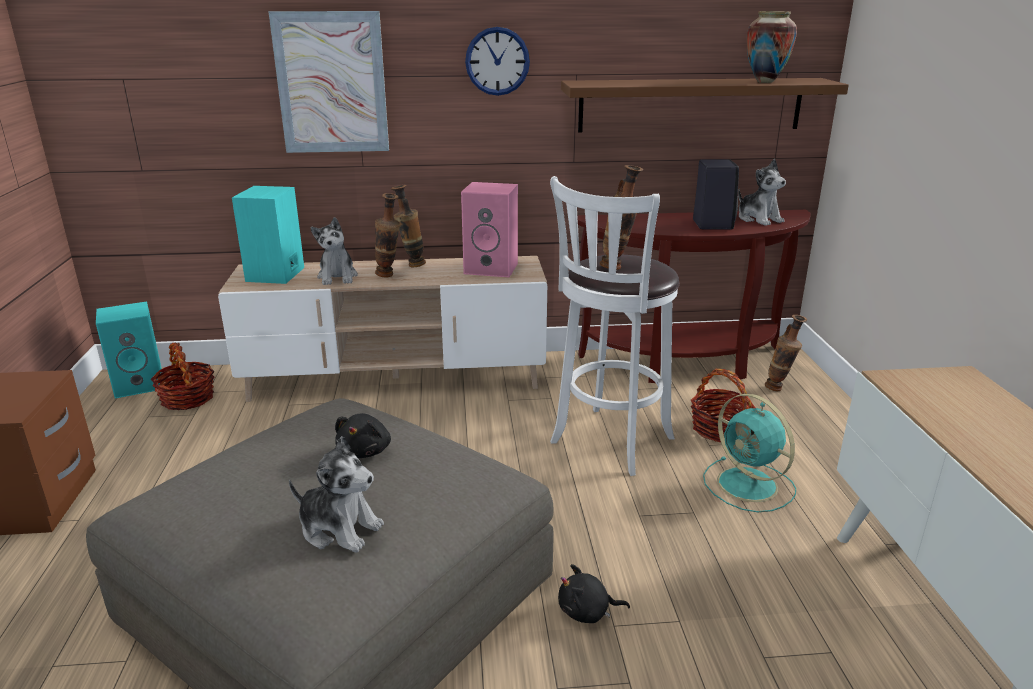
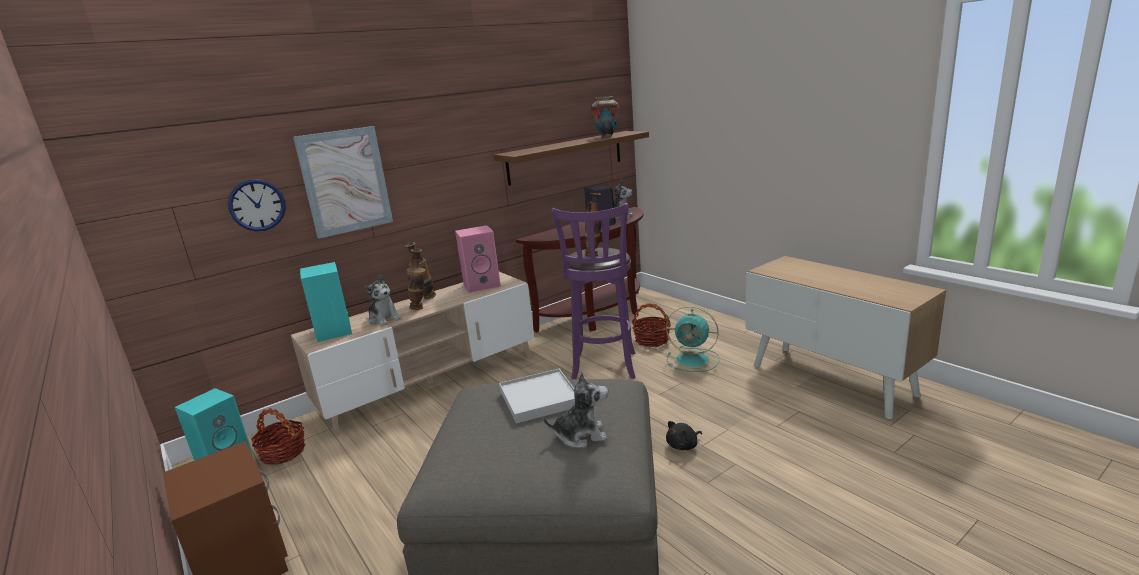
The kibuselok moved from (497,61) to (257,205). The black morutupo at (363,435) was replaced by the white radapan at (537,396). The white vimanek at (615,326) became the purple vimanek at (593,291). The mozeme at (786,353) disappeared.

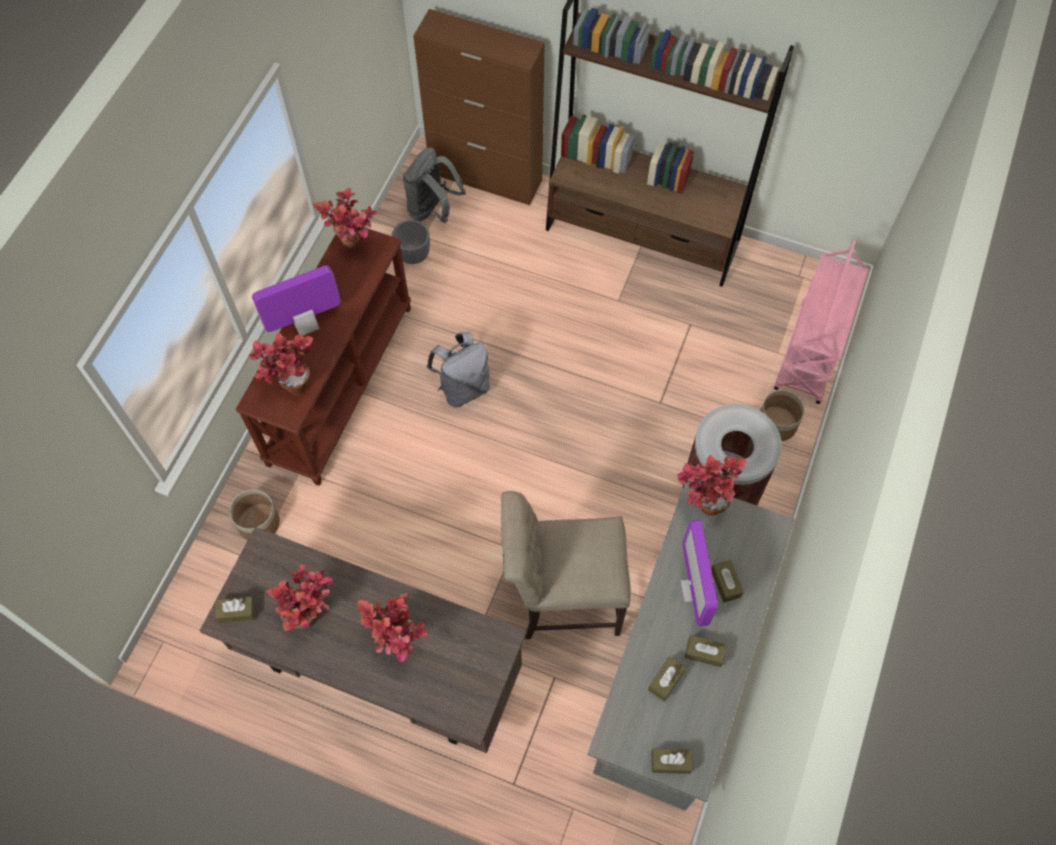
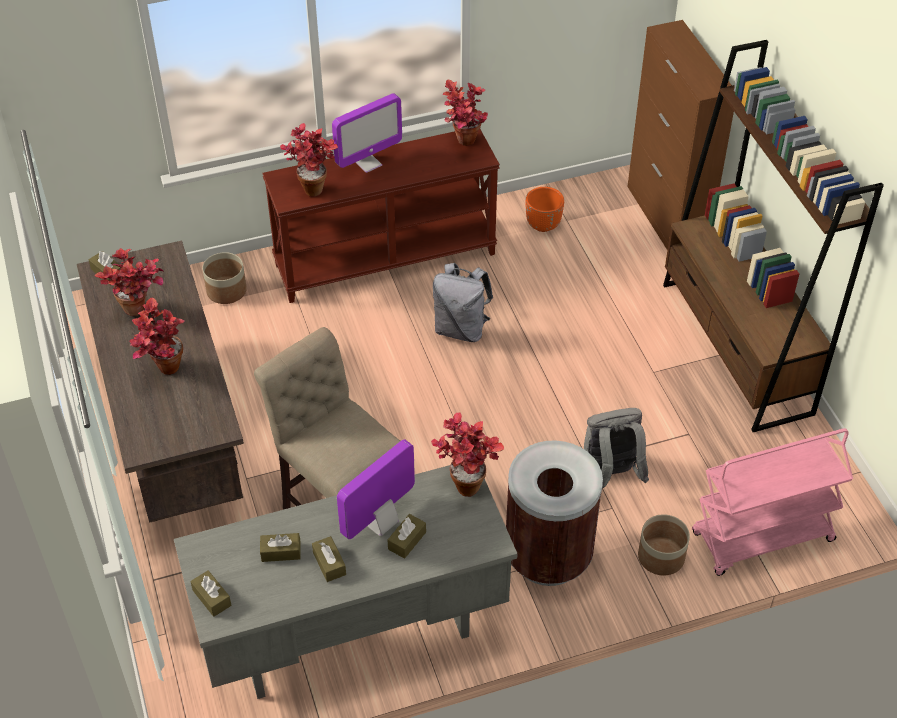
The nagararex at (296,300) turned 120 degrees clockwise. The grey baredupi at (411,242) became the orange baredupi at (544,209). The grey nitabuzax moved from (434,185) to (616,448).

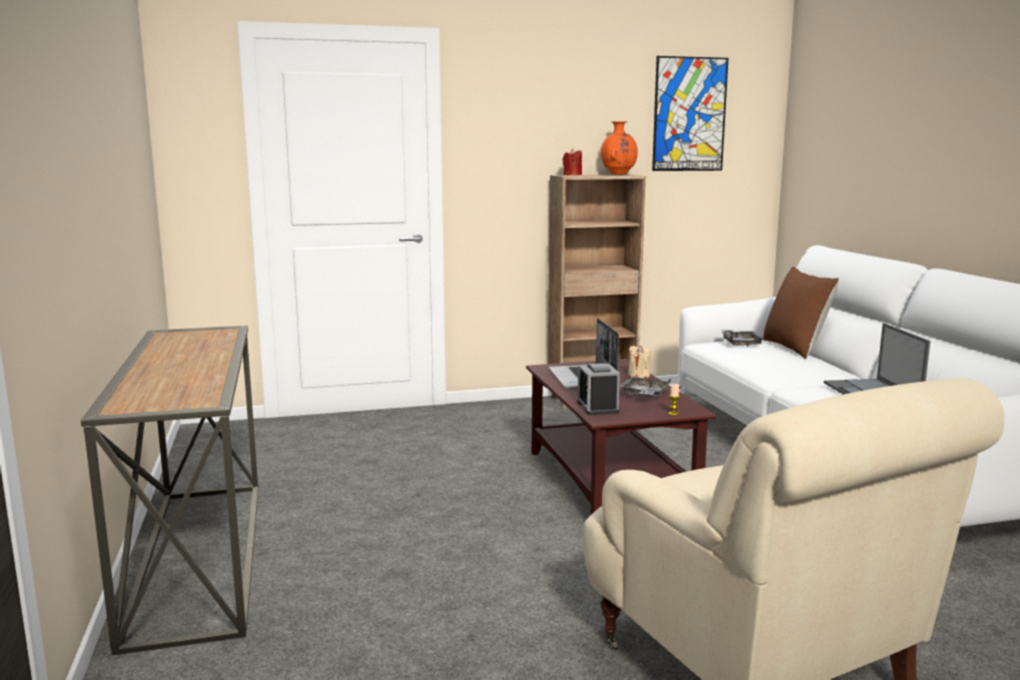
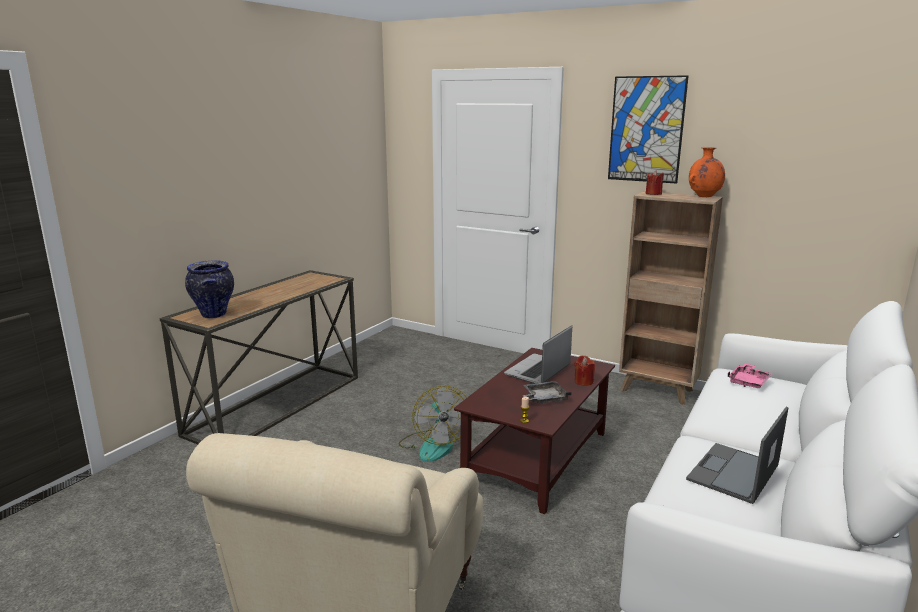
The mozeme at (209,289) appeared. The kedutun at (433,424) appeared. The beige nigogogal at (639,362) became the red nigogogal at (584,371). The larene moved from (690,113) to (648,129). The grey radapan at (743,338) became the pink radapan at (750,375). The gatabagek at (598,389) disappeared. The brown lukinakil at (801,312) disappeared.

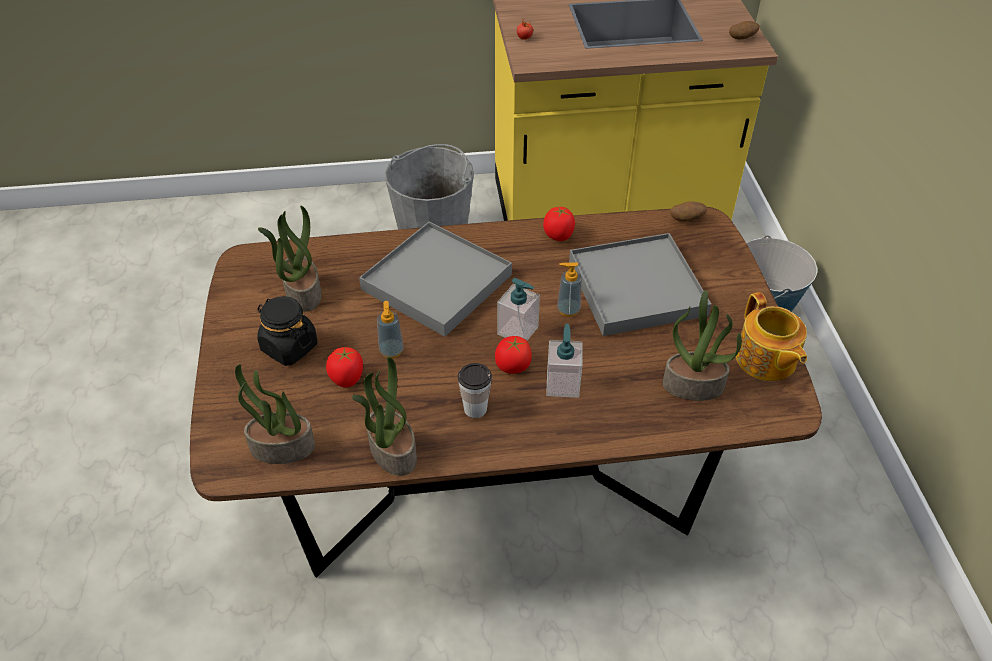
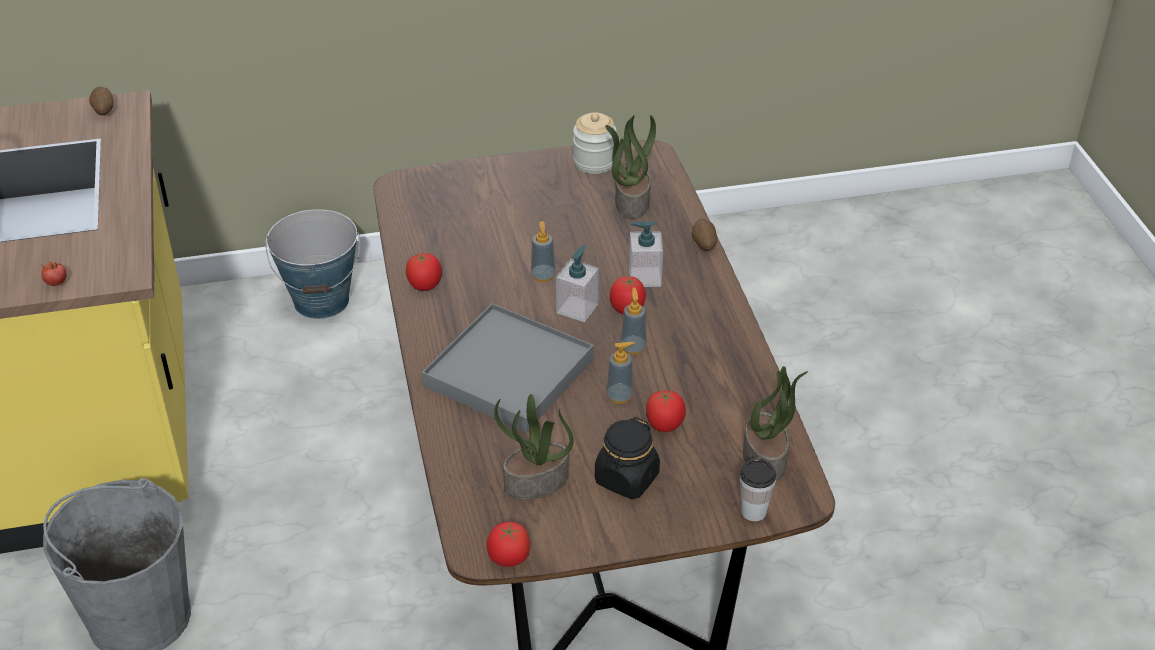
The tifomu at (508,544) appeared. The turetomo at (771,336) was replaced by the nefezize at (595,143). The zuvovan at (634,321) appeared. The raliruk moved from (688,211) to (704,235). The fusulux moved from (475,390) to (758,490). The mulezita at (384,416) disappeared. The grey radapan at (640,284) disappeared.

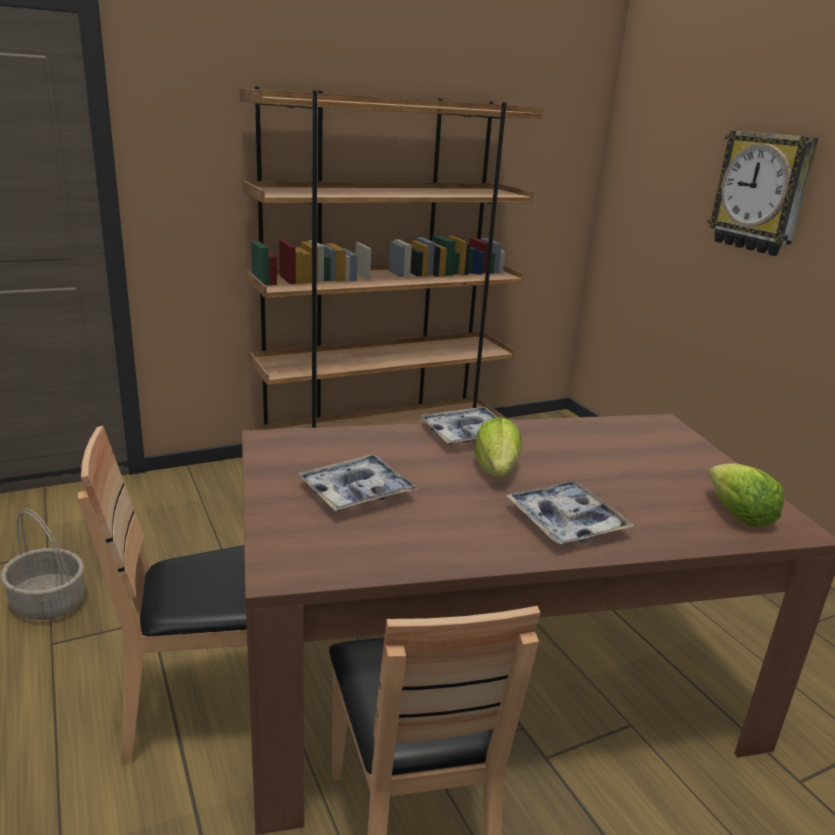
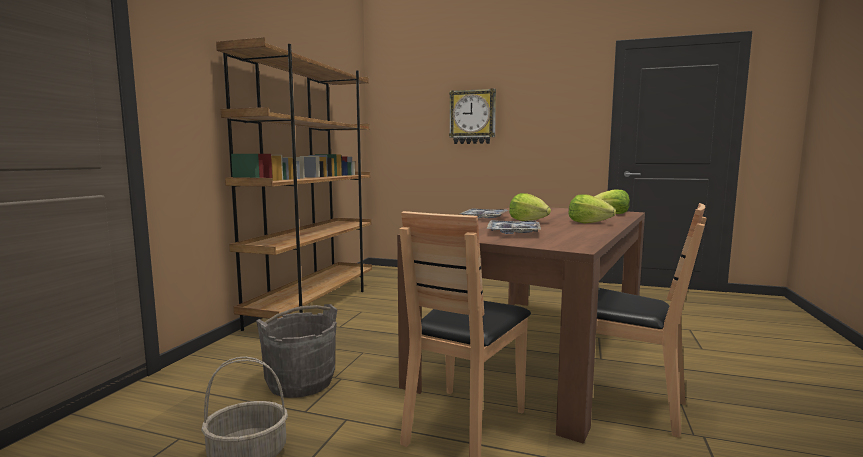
The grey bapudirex at (296,351) appeared. The radapan at (569,512) was replaced by the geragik at (592,208).

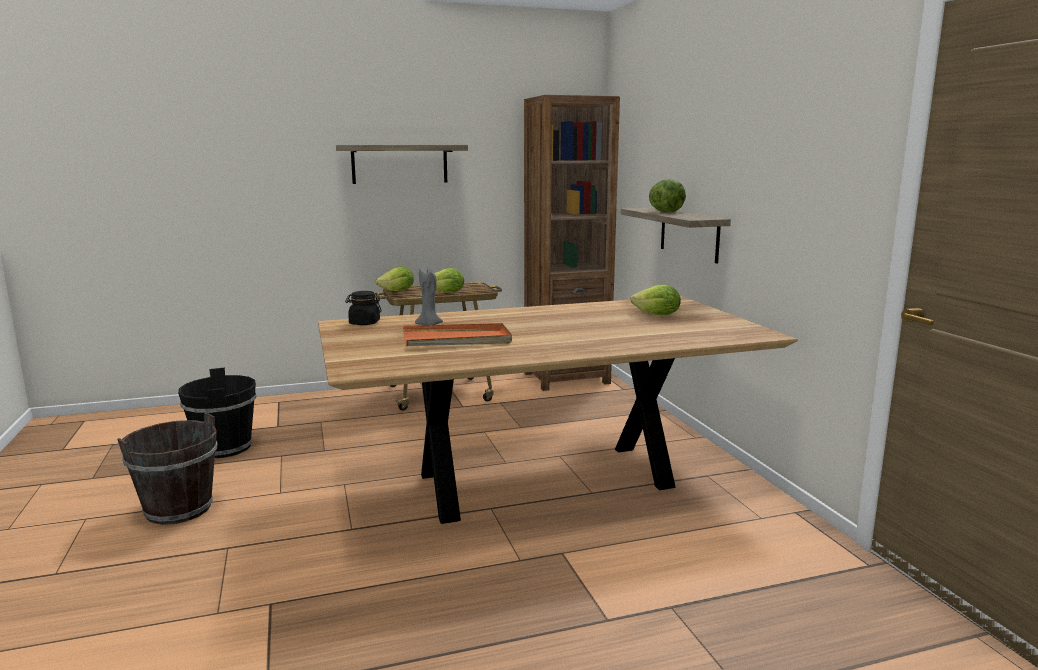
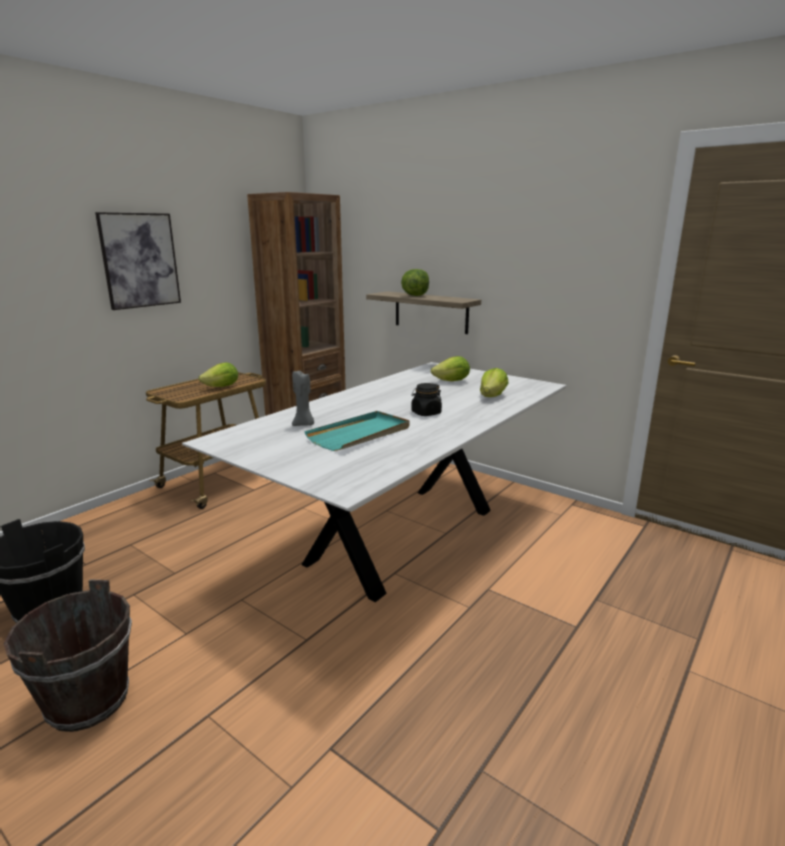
The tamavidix at (402,164) was replaced by the larene at (138,261). The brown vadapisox at (558,410) became the white vadapisox at (374,482). The orange radapan at (457,334) became the turquoise radapan at (356,431). The black nefezize moved from (363,308) to (426,399). The geragik moved from (395,278) to (494,382).

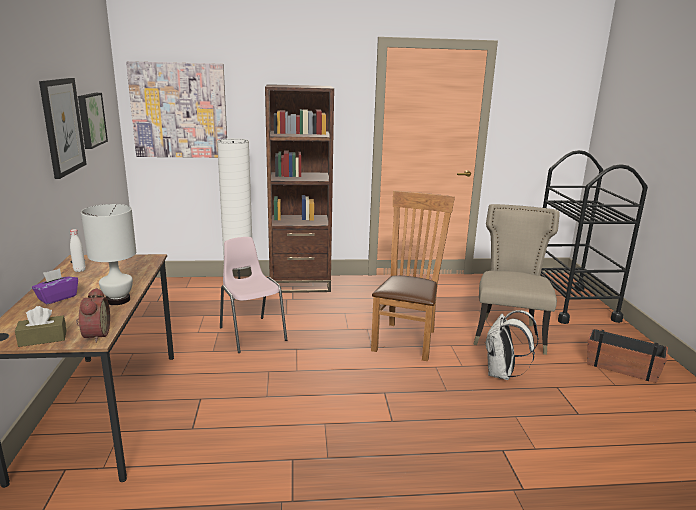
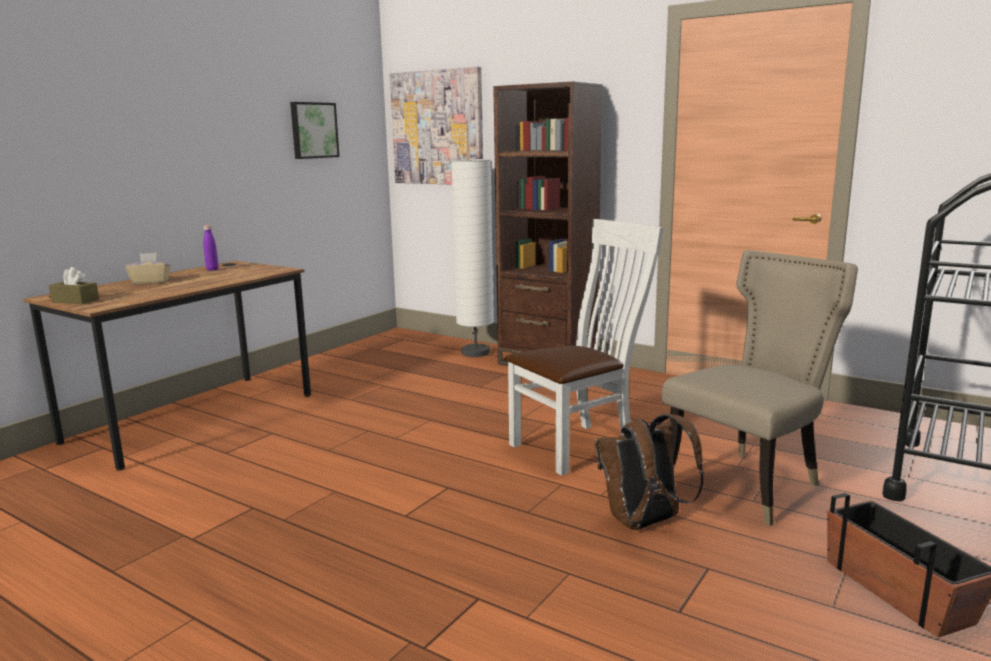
The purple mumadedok at (55,286) became the beige mumadedok at (148,268). The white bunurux at (78,250) became the purple bunurux at (211,248). The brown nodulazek at (413,276) became the white nodulazek at (584,347). The white nitabuzax at (512,345) became the brown nitabuzax at (649,472). The larene at (63,128) disappeared. The gatabagek at (93,315) disappeared. The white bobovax at (108,254) disappeared. The pink nodulazek at (253,295) disappeared.

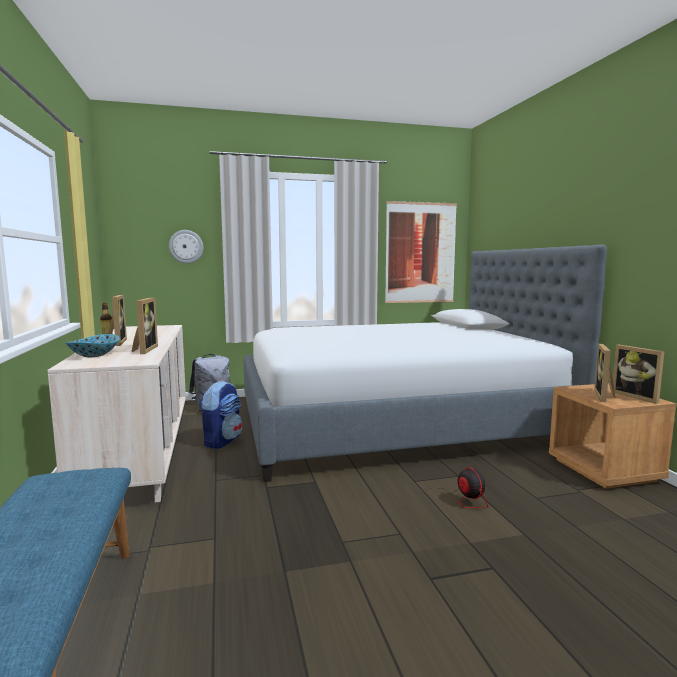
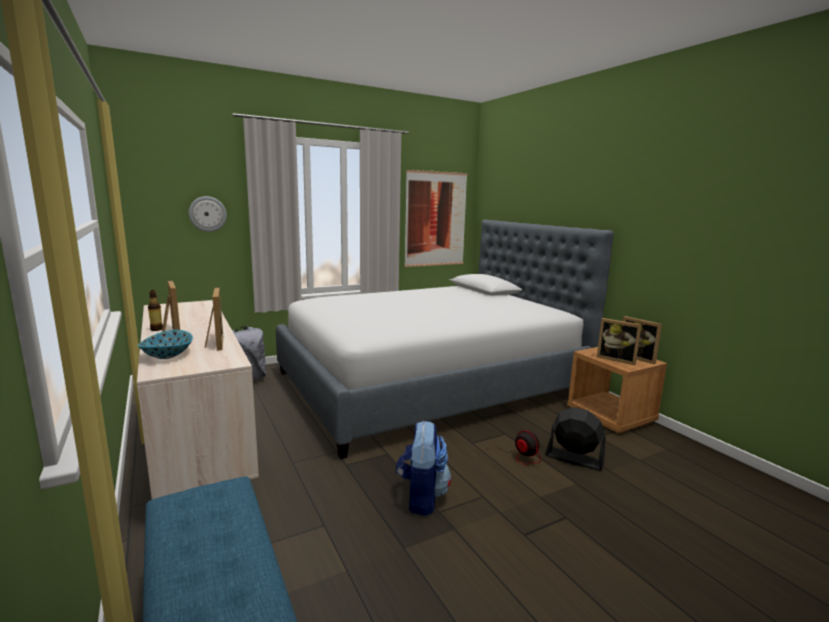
The nitabuzax moved from (220,415) to (423,468). The black kedutun at (575,439) appeared. The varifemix at (605,373) turned 60 degrees counterclockwise.

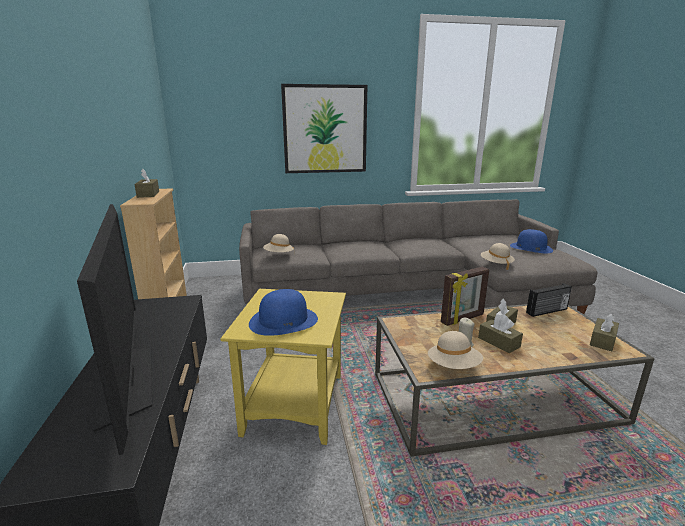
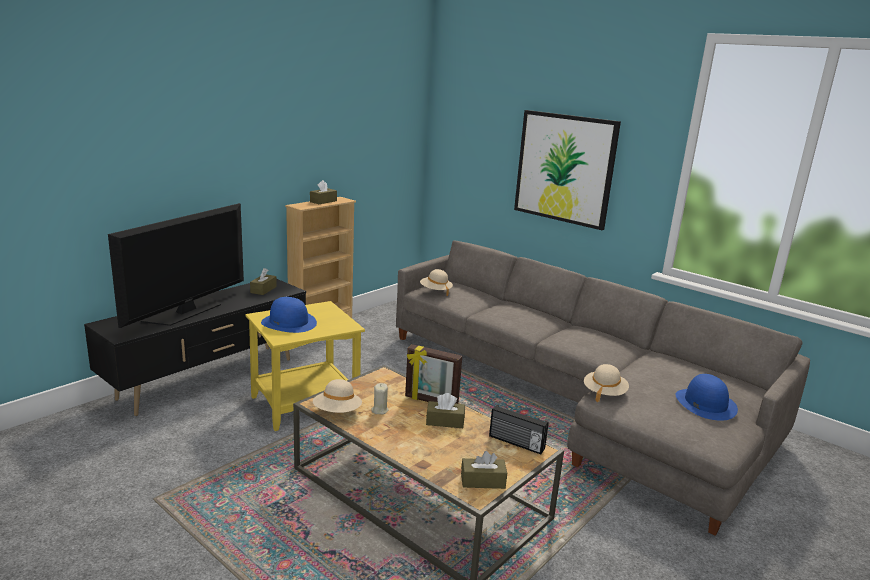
The brown mumadedok moved from (500,333) to (263,281).

